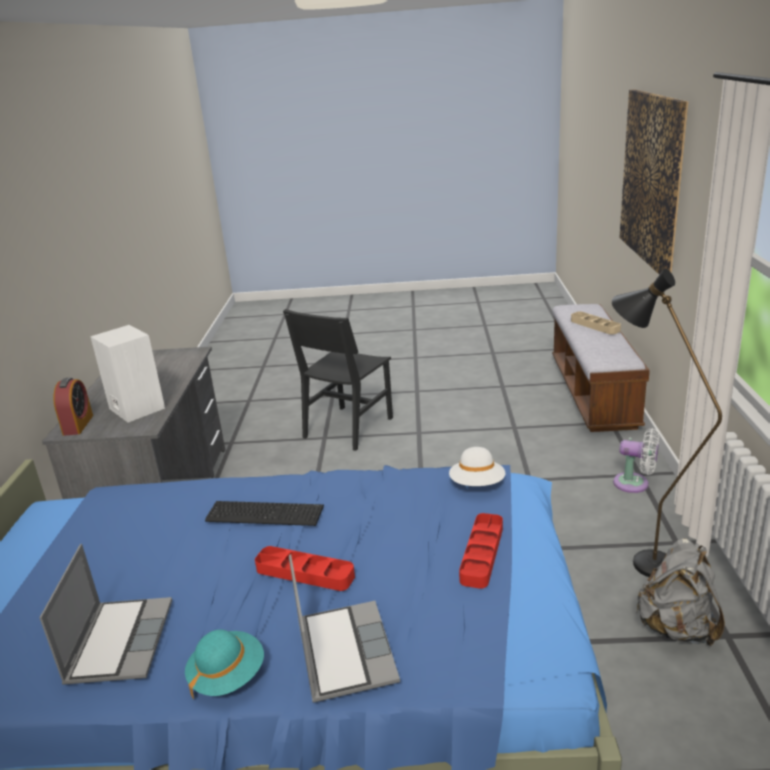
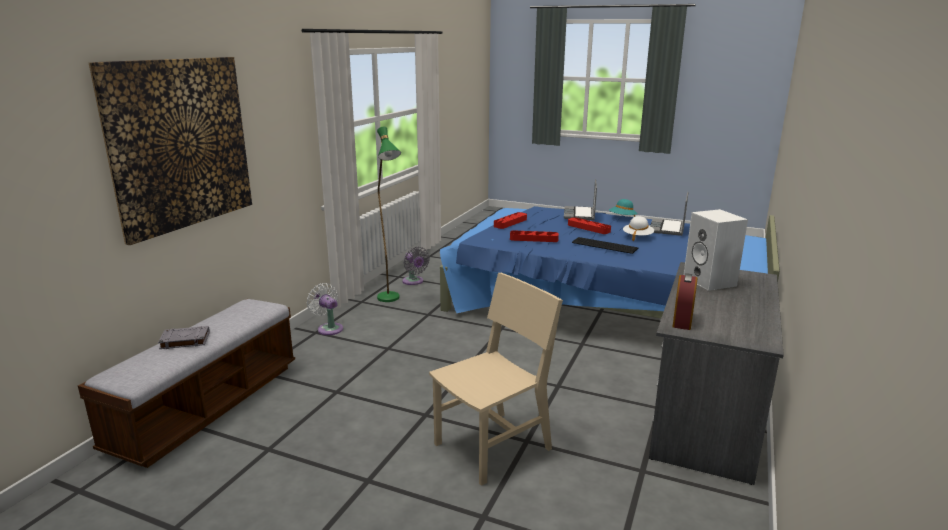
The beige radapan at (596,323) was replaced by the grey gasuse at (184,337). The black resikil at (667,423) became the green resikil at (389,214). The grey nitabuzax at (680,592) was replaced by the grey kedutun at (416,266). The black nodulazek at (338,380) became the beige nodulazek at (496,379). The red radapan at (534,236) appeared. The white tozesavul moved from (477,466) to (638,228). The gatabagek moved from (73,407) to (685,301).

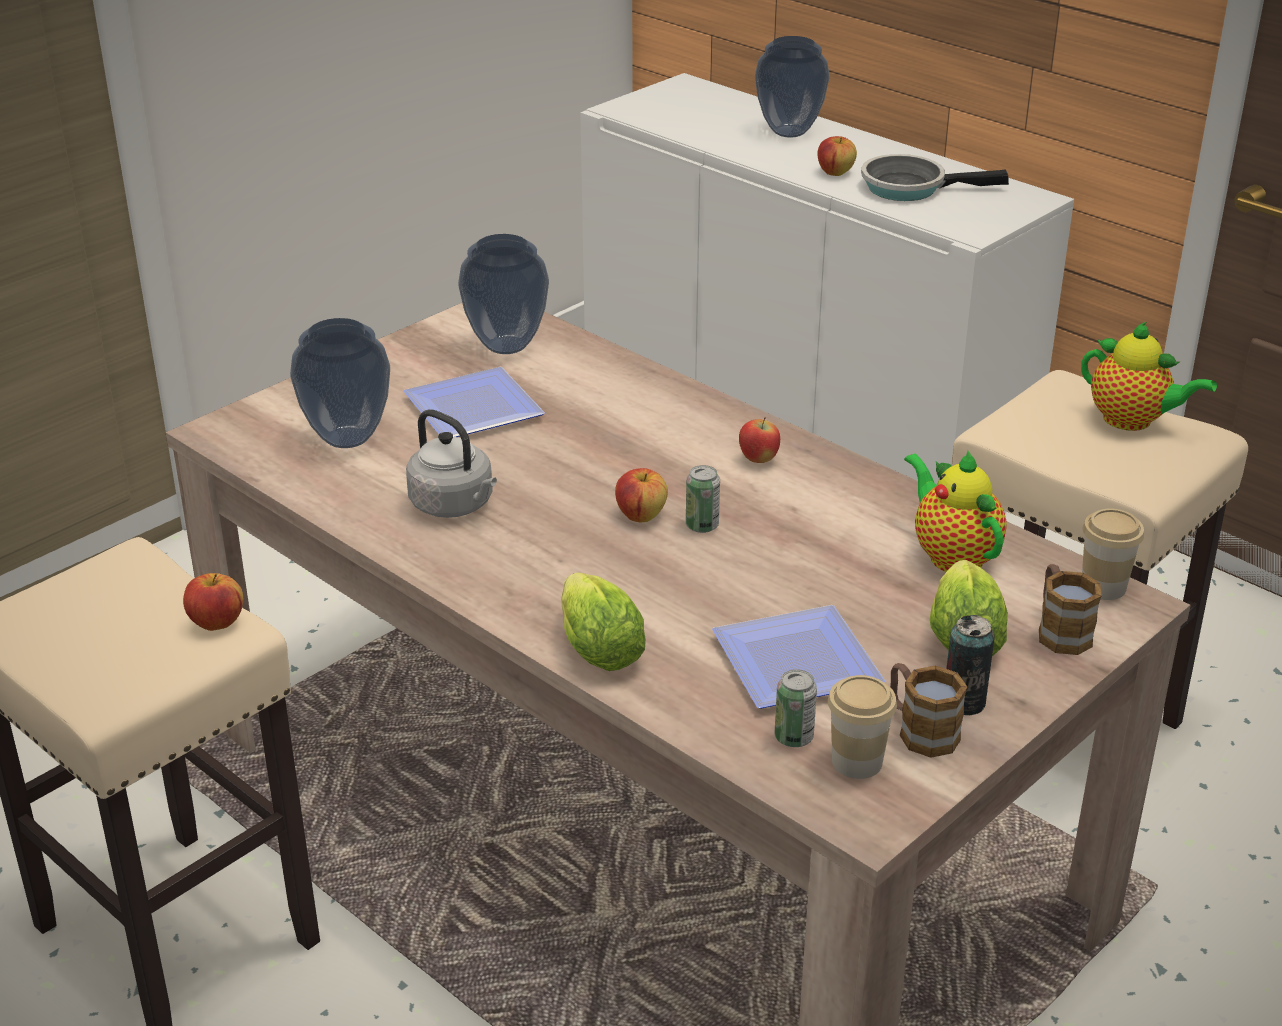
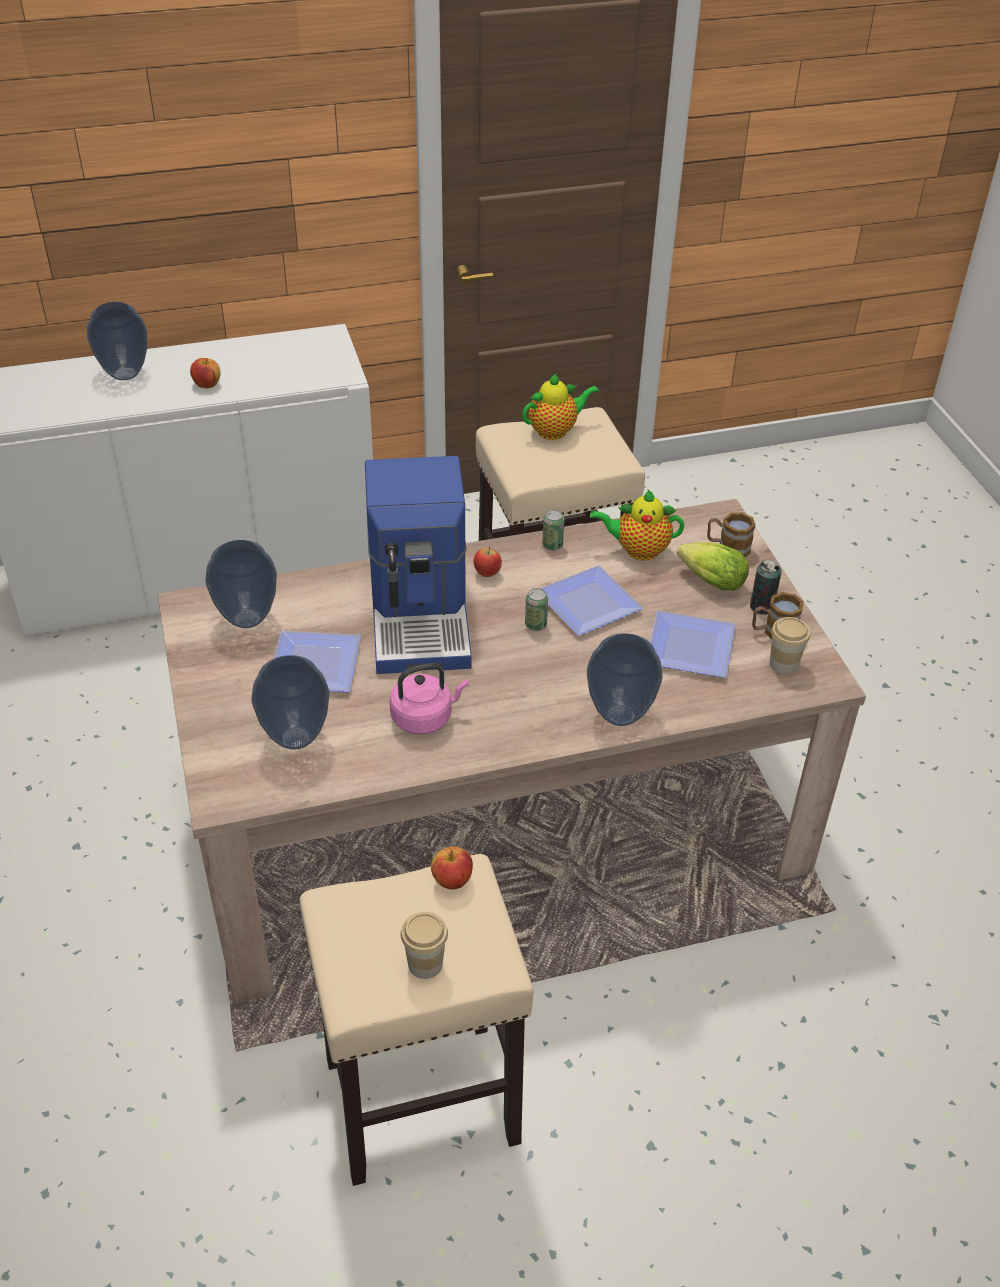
The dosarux at (418,565) appeared. The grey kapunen at (451,463) became the pink kapunen at (429,699). The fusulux moved from (1113,554) to (424,945). The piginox at (591,600) appeared. The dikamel moved from (795,708) to (553,530). The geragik at (603,621) was replaced by the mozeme at (625,679). The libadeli at (641,495) disappeared. The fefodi at (935,177) disappeared.

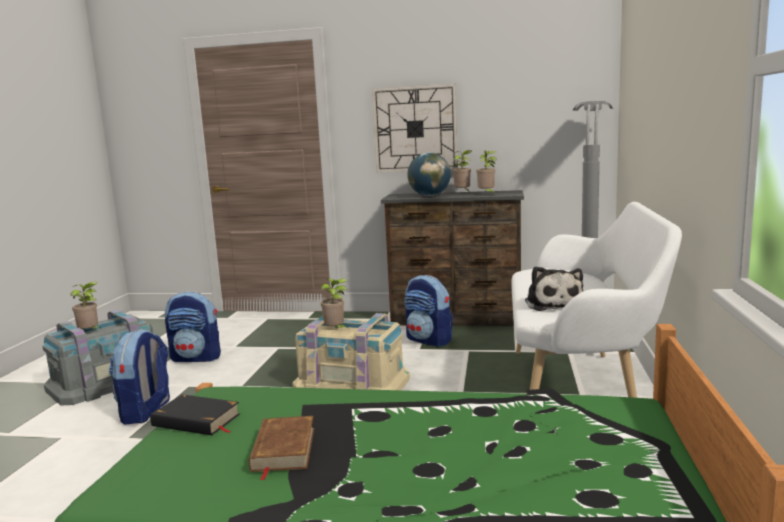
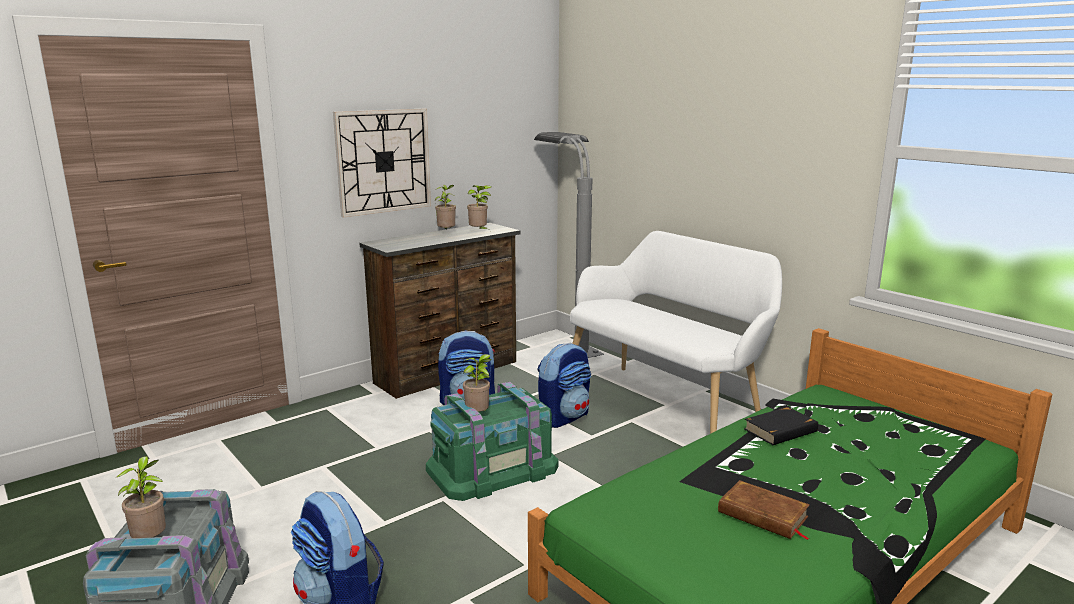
The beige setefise at (351,351) became the green setefise at (492,441). The nitabuzax moved from (193,326) to (564,385). The black gasuse moved from (195,415) to (781,426). The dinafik at (429,174) disappeared. The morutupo at (554,288) disappeared.

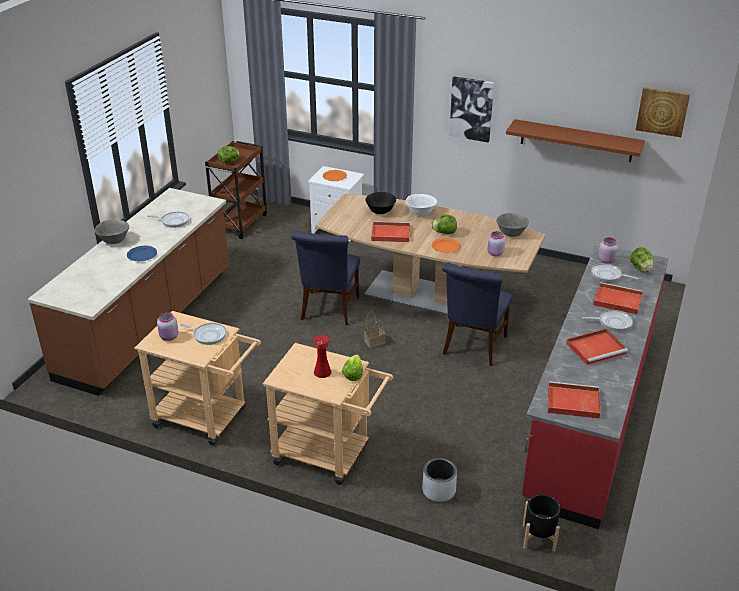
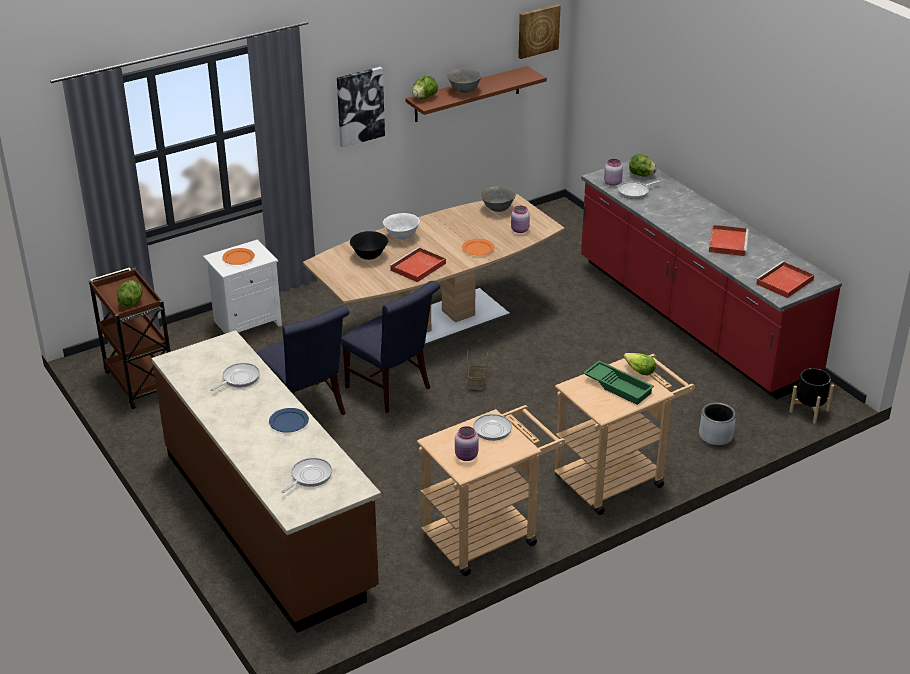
The blue nodulazek moved from (477,314) to (303,360). The fefodi moved from (607,320) to (306,475). The geragik moved from (444,224) to (425,87). The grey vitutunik moved from (111,232) to (464,81). The red mozeme at (322,356) was replaced by the green radapan at (618,383). The red radapan at (618,298) disappeared.

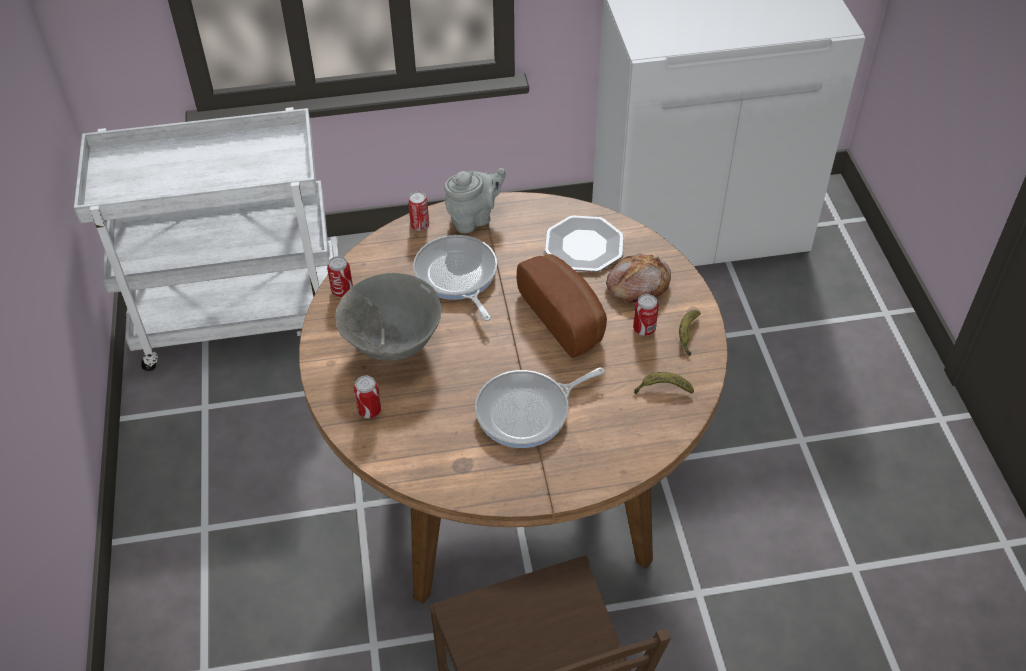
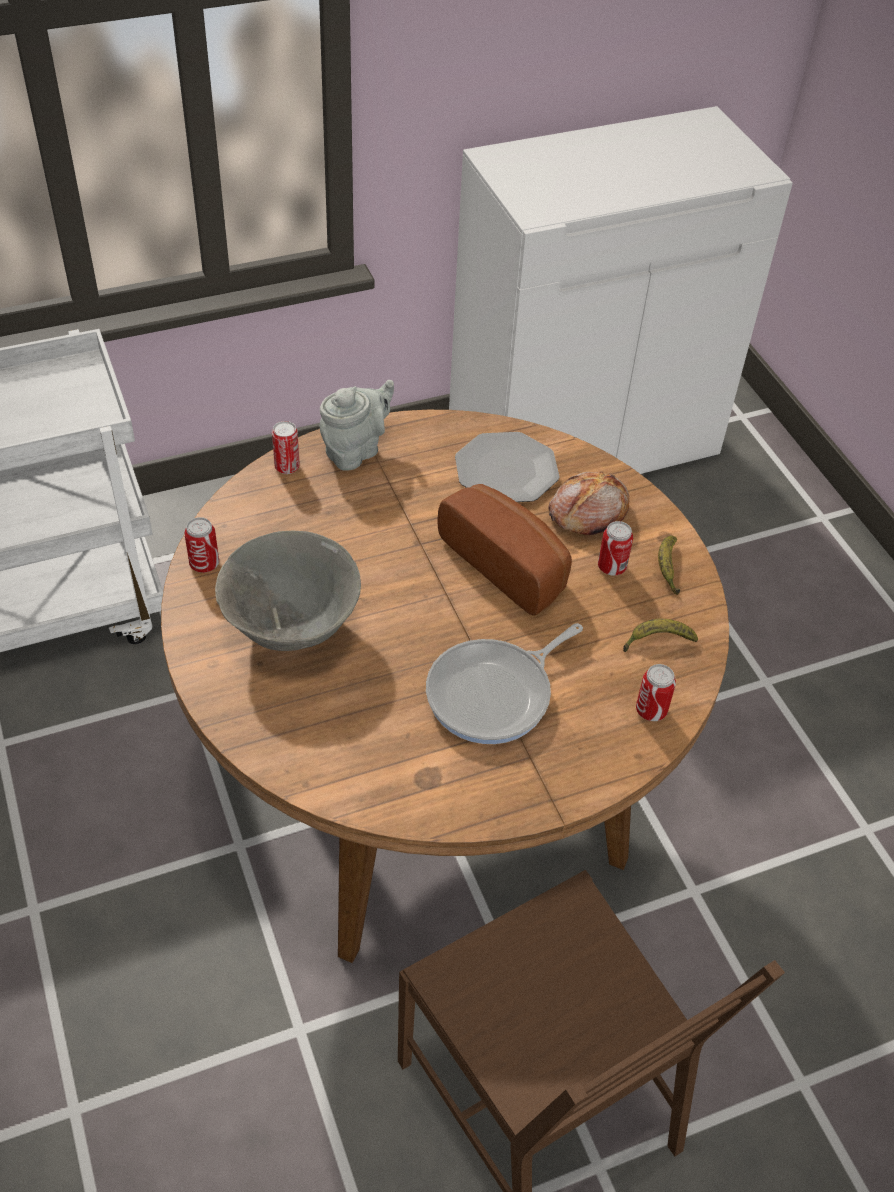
The dikamel moved from (368,396) to (656,692). The fefodi at (455,278) disappeared.

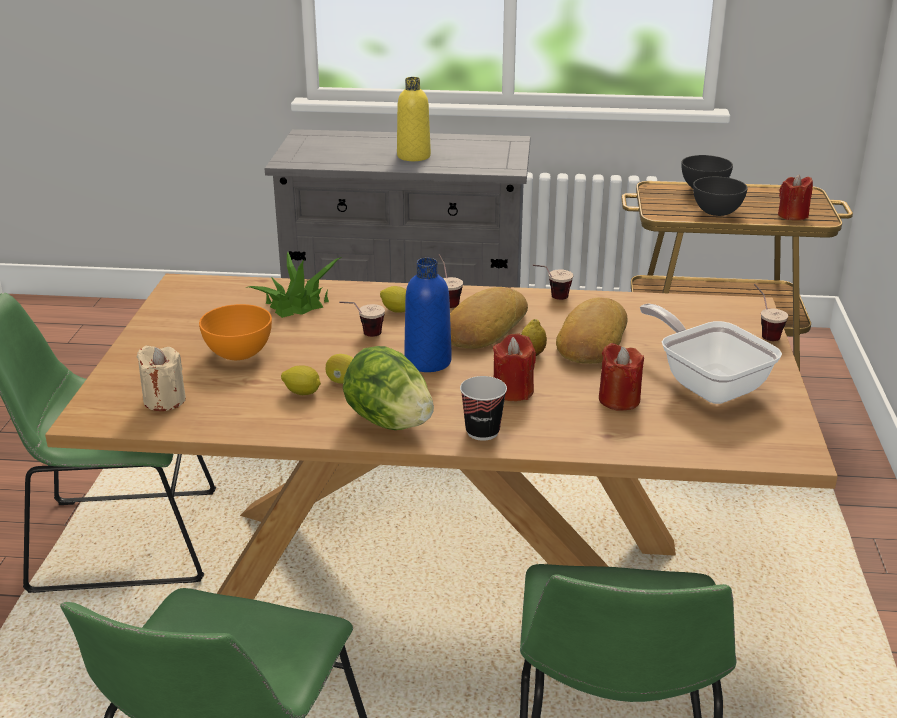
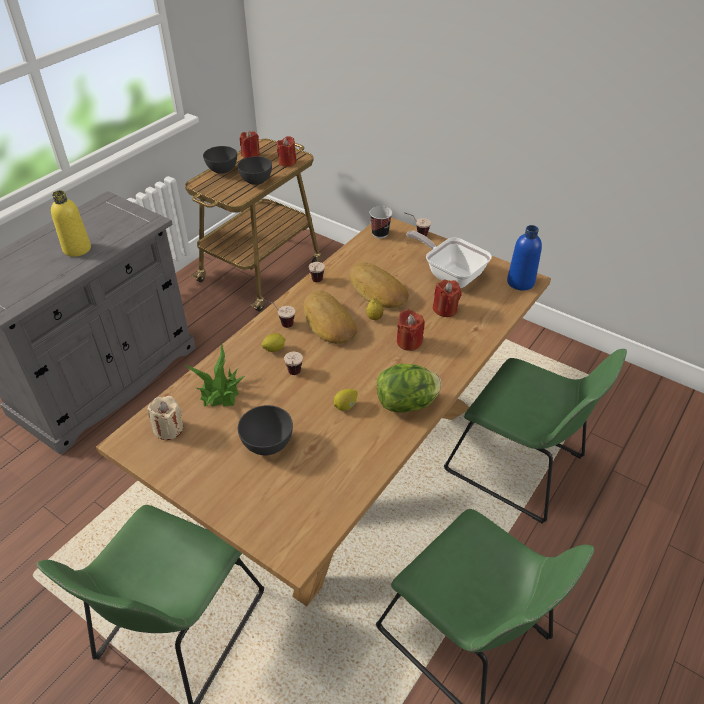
The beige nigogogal moved from (161,378) to (165,418). The orange vitutunik at (235,332) became the grey vitutunik at (265,430). The red nigogogal at (250,144) appeared. The fusulux moved from (483,408) to (381,222). The fefodi at (711,354) turned 45 degrees clockwise. The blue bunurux moved from (428,315) to (524,258). The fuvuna at (301,380) disappeared.

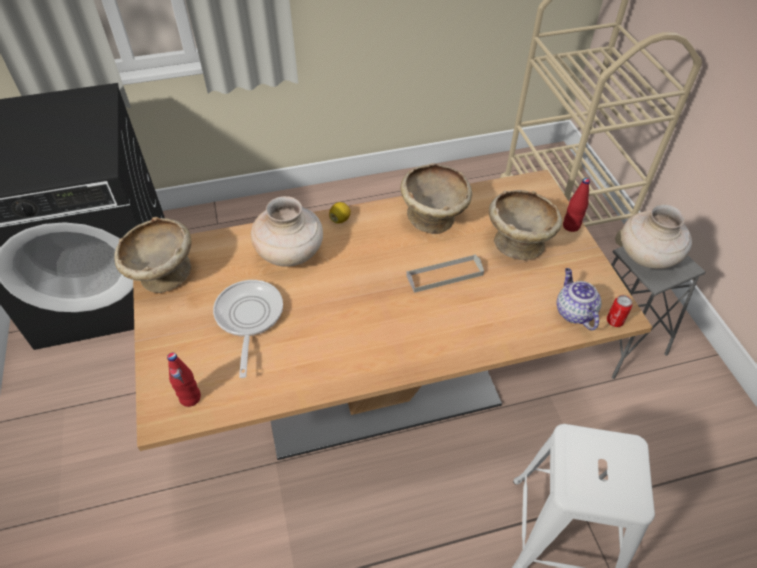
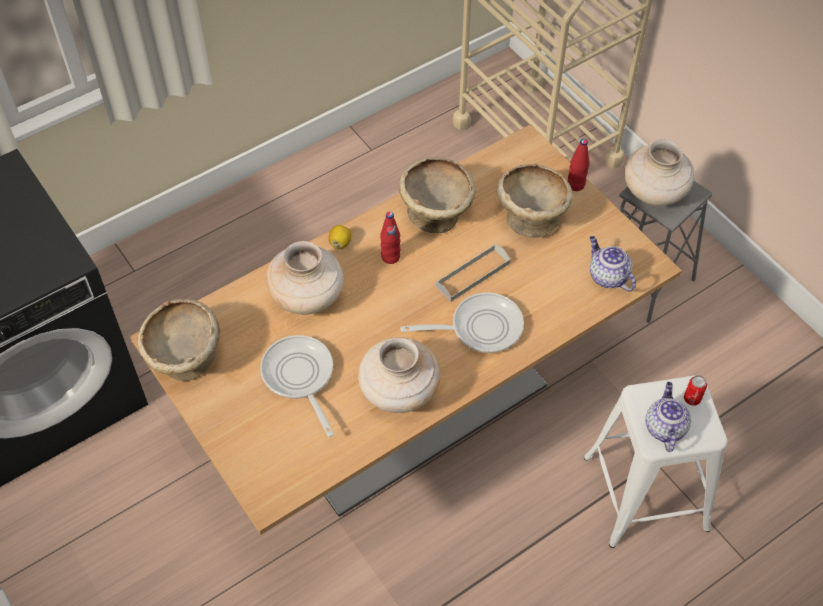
The beige mozeme at (399,375) appeared. The red bunurux moved from (184,380) to (390,238). The fefodi at (462,322) appeared. The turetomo at (668,417) appeared. The dikamel moved from (619,311) to (695,390).

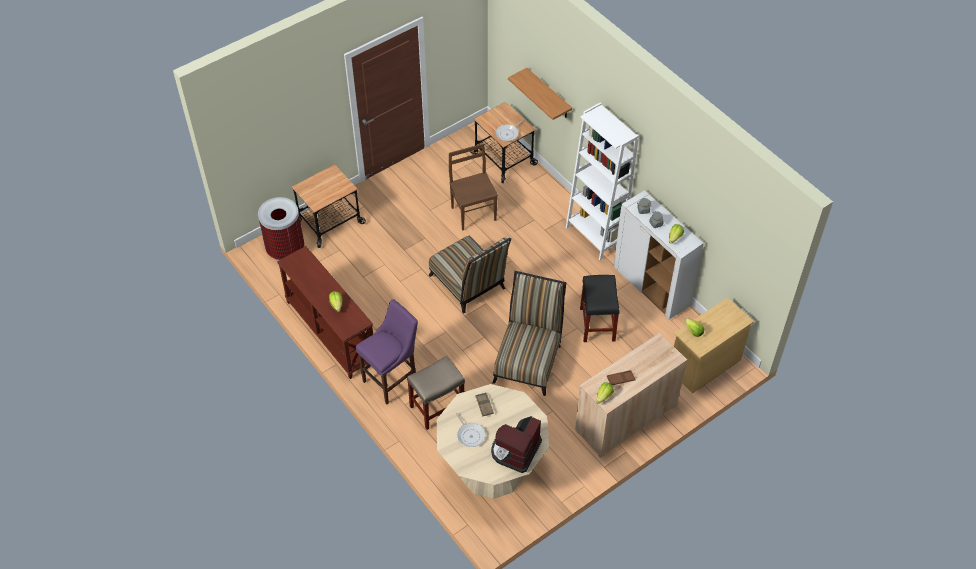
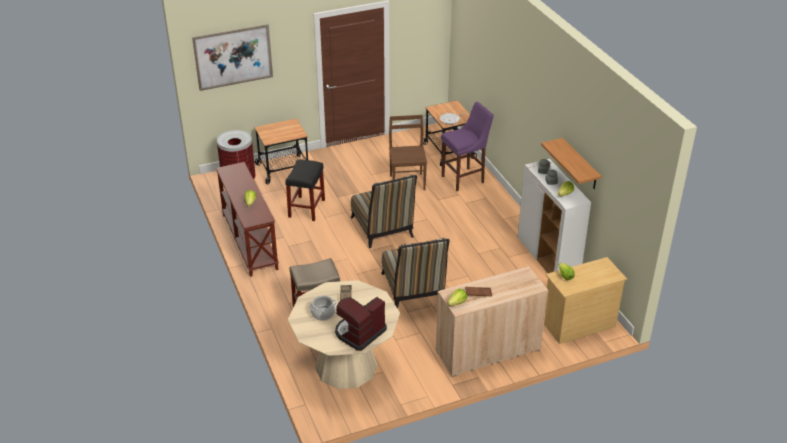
The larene at (232,57) appeared. The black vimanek moved from (600,308) to (305,190). The fefodi at (470,430) was replaced by the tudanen at (323,308). The nodulazek at (529,333) turned 135 degrees clockwise. The purple vimanek moved from (386,351) to (467,146). The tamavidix moved from (540,94) to (571,163). The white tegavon at (602,181) disappeared.

